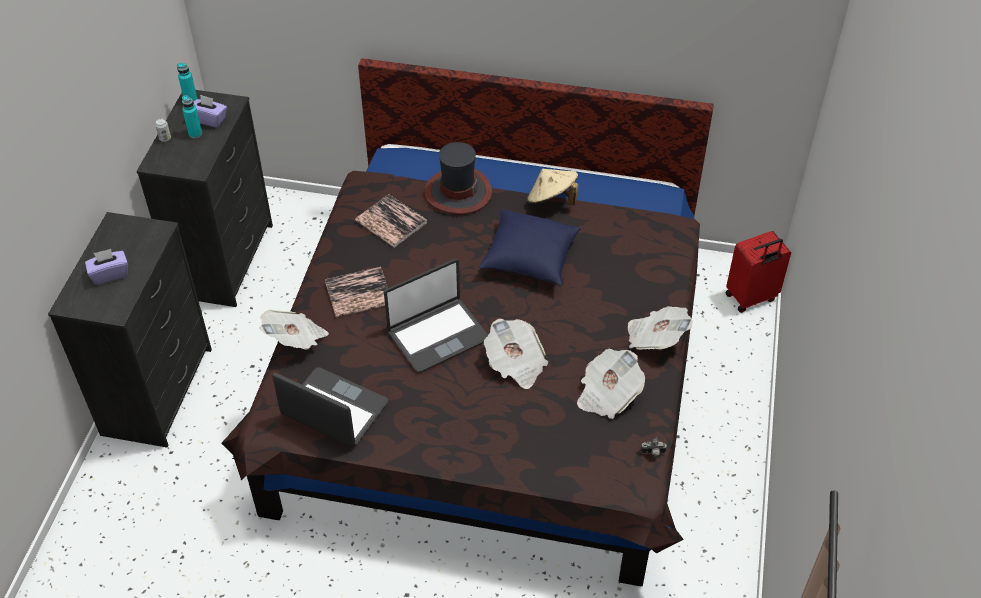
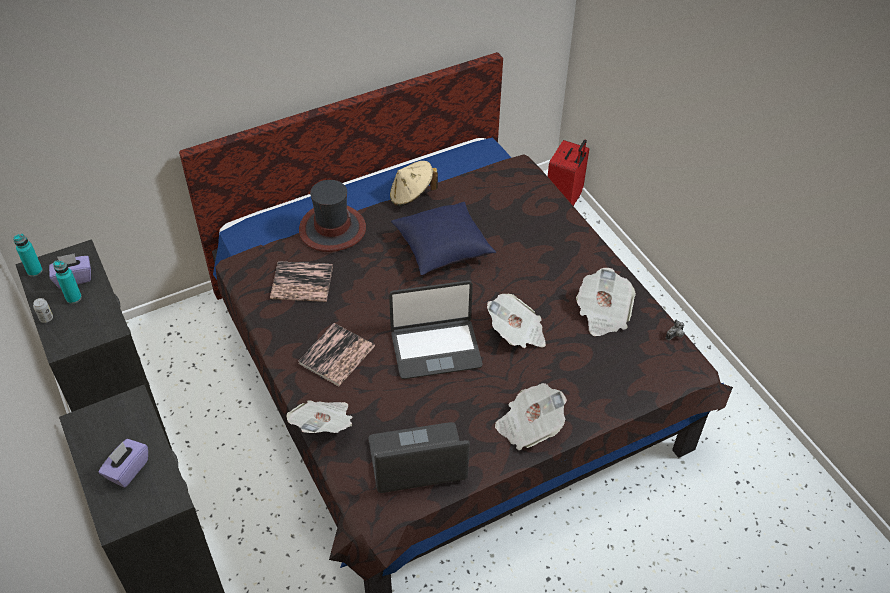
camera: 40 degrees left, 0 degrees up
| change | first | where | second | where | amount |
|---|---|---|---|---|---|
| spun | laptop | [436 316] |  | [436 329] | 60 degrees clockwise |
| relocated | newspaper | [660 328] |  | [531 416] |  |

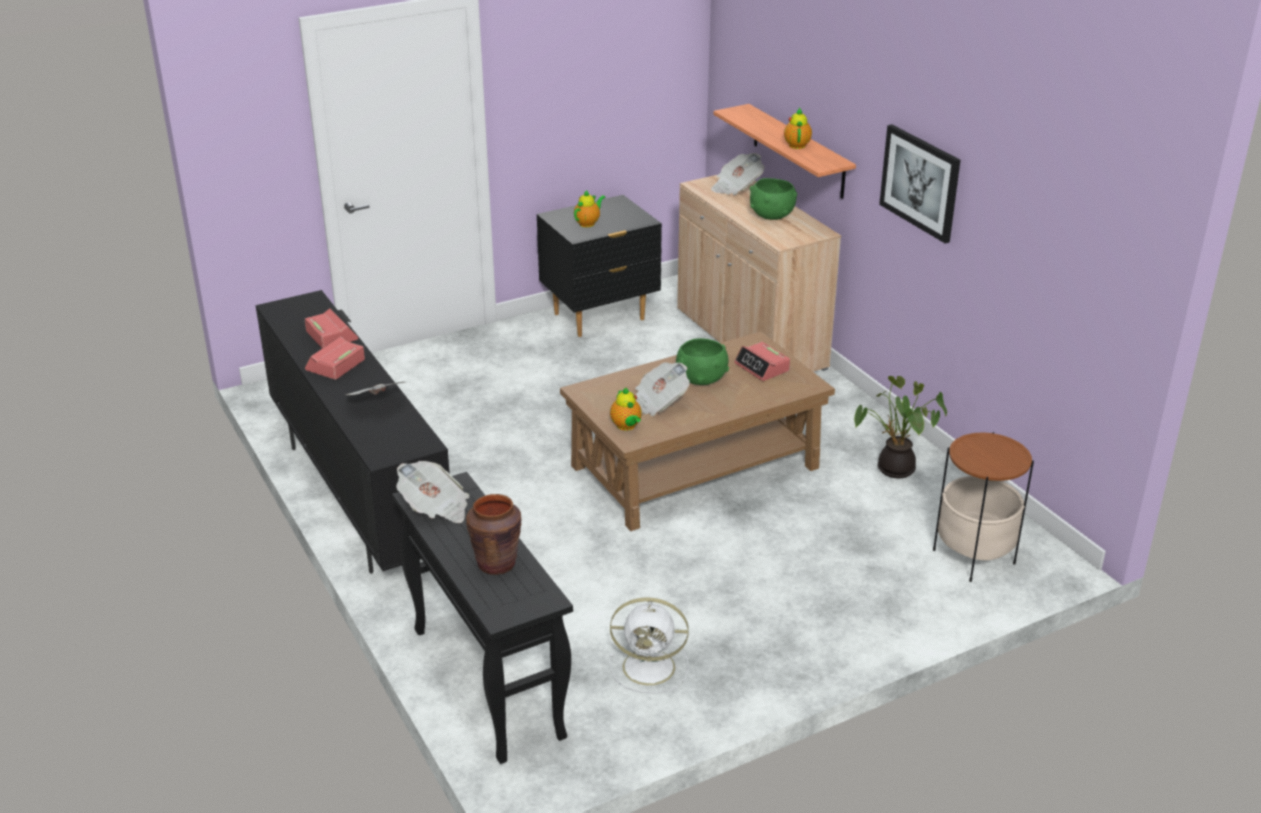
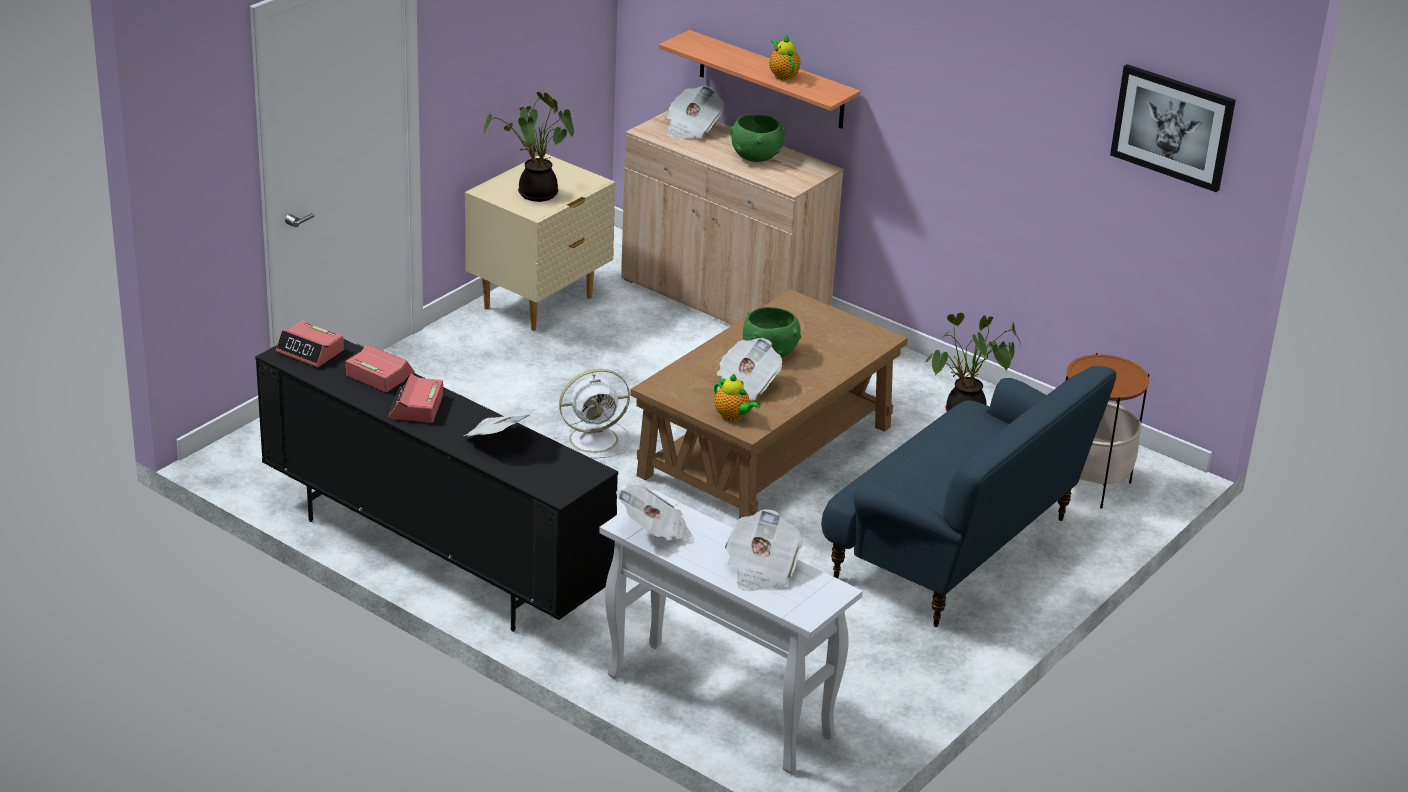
camera: 25 degrees left, 0 degrees up
| change | first | where | second | where | amount |
|---|---|---|---|---|---|
| relocated | picture | [920 183] |  | [1173 128] |  |
| exchanged | teapot | [590 208] | potted plant | [528 147] |  |
| colour | black nightstand | [599 266] | beige nightstand | [540 242] |  |
| relocated | alarm clock | [762 361] |  | [310 344] |  |
| colour | black console table | [482 618] | white console table | [731 631] |  |
| exchanged | brown vase | [494 534] | newspaper | [764 550] |  |
| relocated | white fan | [649 645] |  | [592 414] |  |
| appeared |  |  | blue sofa | [968 496] |  |

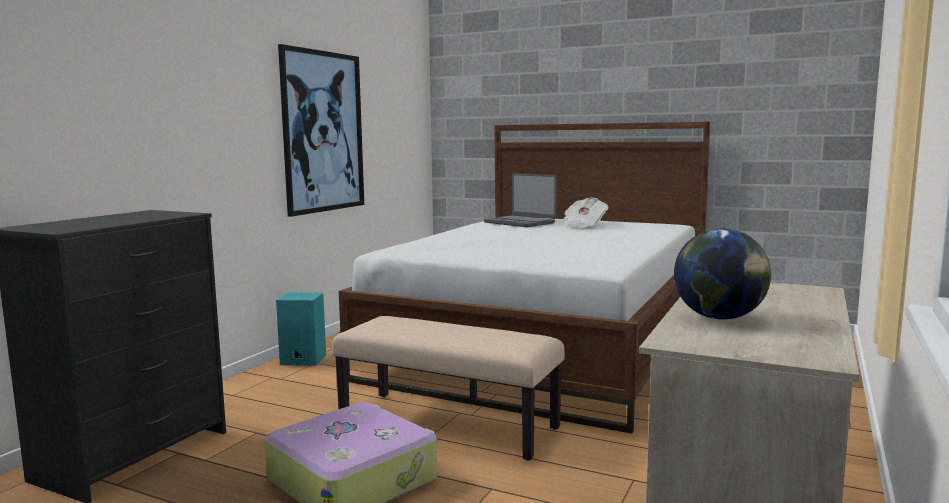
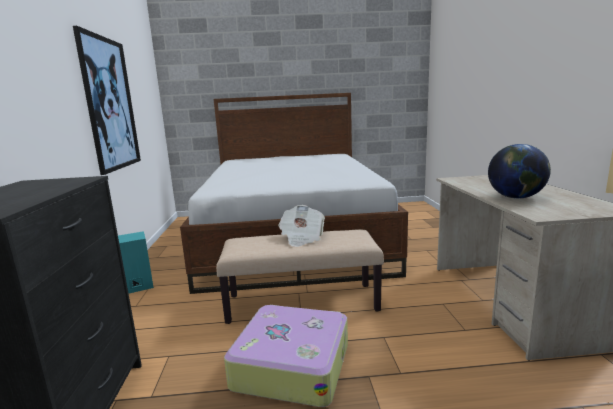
camera: 30 degrees left, 5 degrees up
| change | first | where | second | where | amount |
|---|---|---|---|---|---|
| missing | laptop | [520 200] |  |  |  |
| relocated | newspaper | [586 212] |  | [301 226] |  |

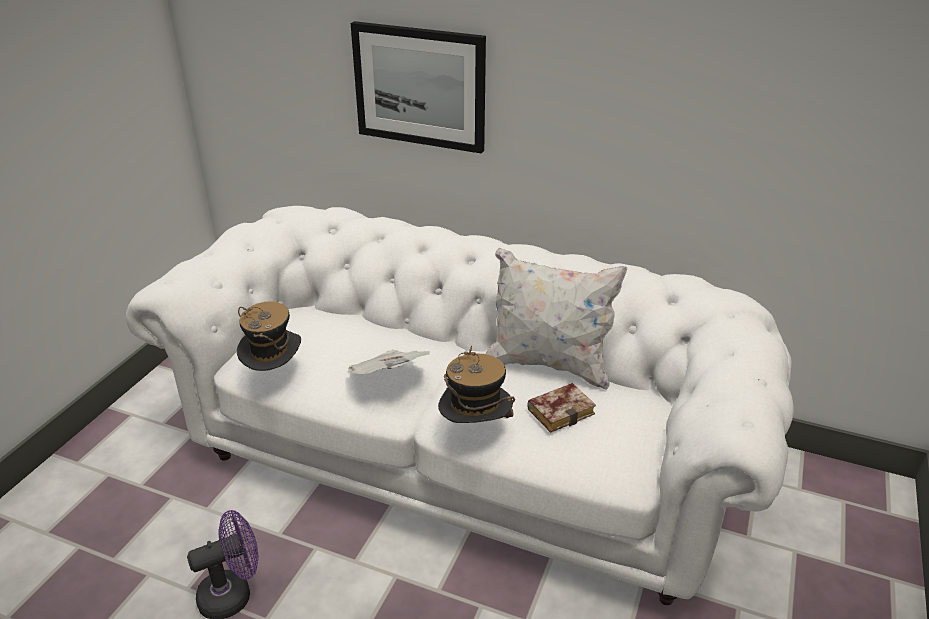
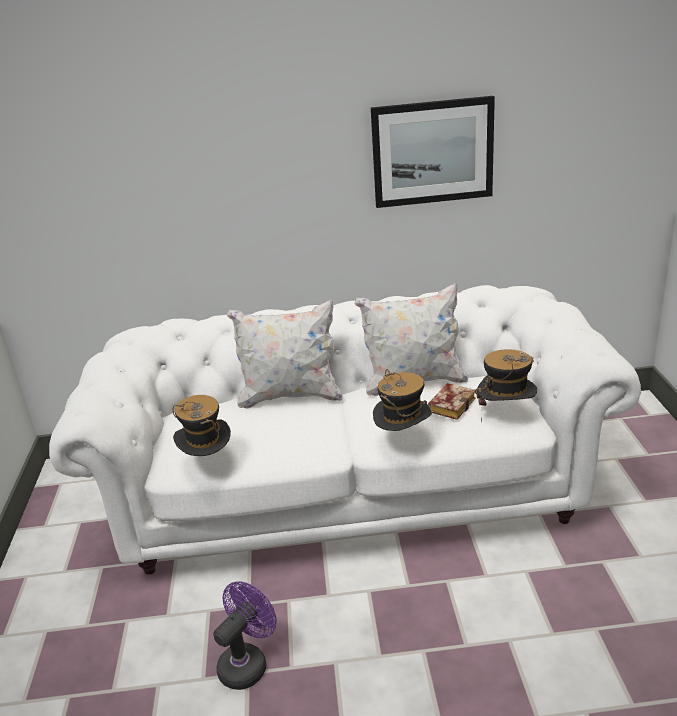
camera: 25 degrees left, 5 degrees down
| change | first | where | second | where | amount |
|---|---|---|---|---|---|
| relocated | picture | [418 87] |  | [433 152] |  |
| missing | newspaper | [389 362] |  |  |  |
| appeared |  |  | white pillow | [285 354] |  |
| appeared |  |  | hat | [506 386] |  |

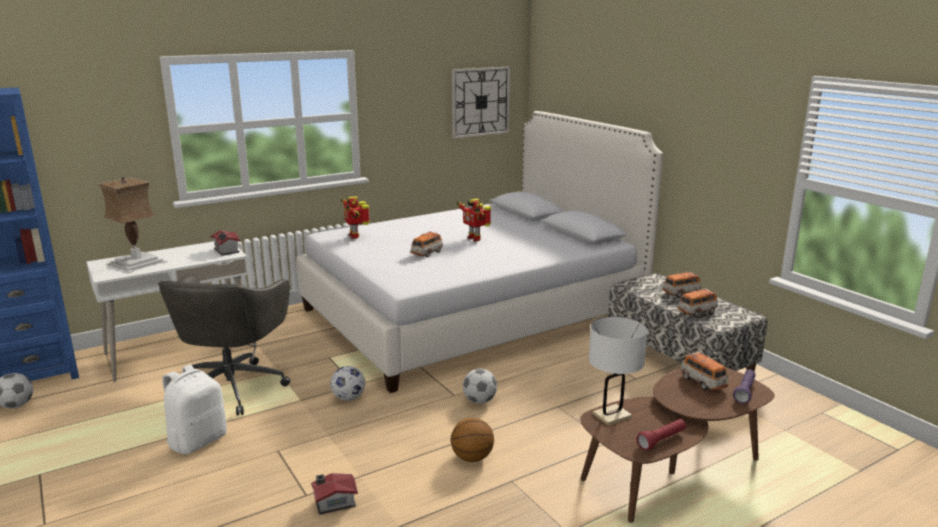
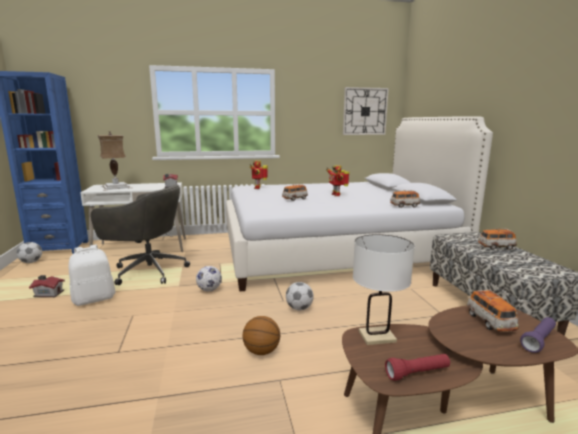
camera: 20 degrees right, 5 degrees down
| change | first | where | second | where | amount |
|---|---|---|---|---|---|
| spun | grey office chair | [224 345] |  | [140 235] | 105 degrees counterclockwise |
| relocated | toy car | [697 302] |  | [405 199] |  |
| relocated | toy house | [334 494] |  | [47 286] |  |

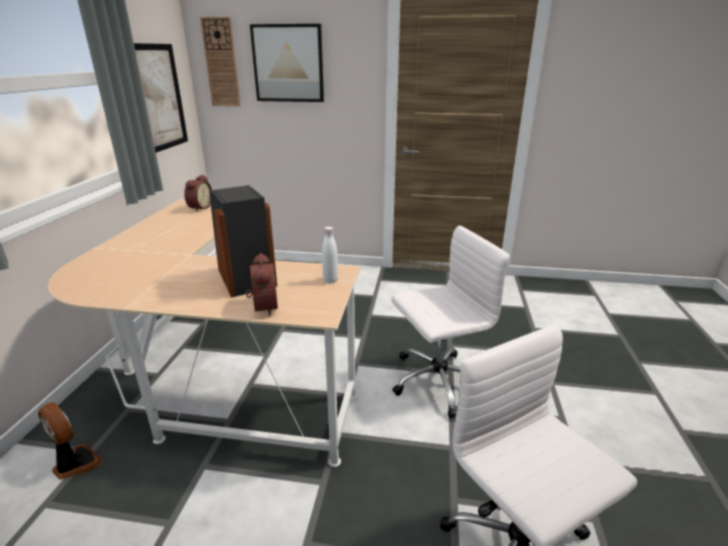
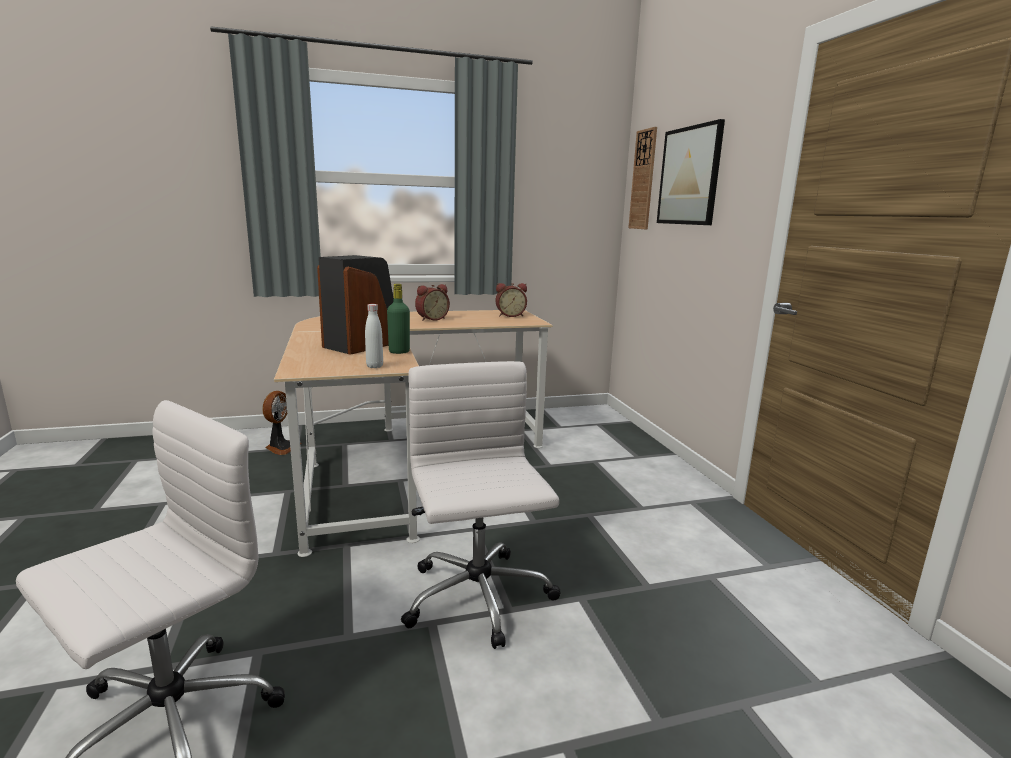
camera: 65 degrees right, 10 degrees down
| change | first | where | second | where | amount |
|---|---|---|---|---|---|
| missing | picture | [161 98] |  |  |  |
| spun | white office chair | [450 322] |  | [481 505] | 150 degrees counterclockwise |
| relocated | alarm clock | [262 284] |  | [432 302] |  |
| appeared |  |  | green bottle | [398 319] |  |

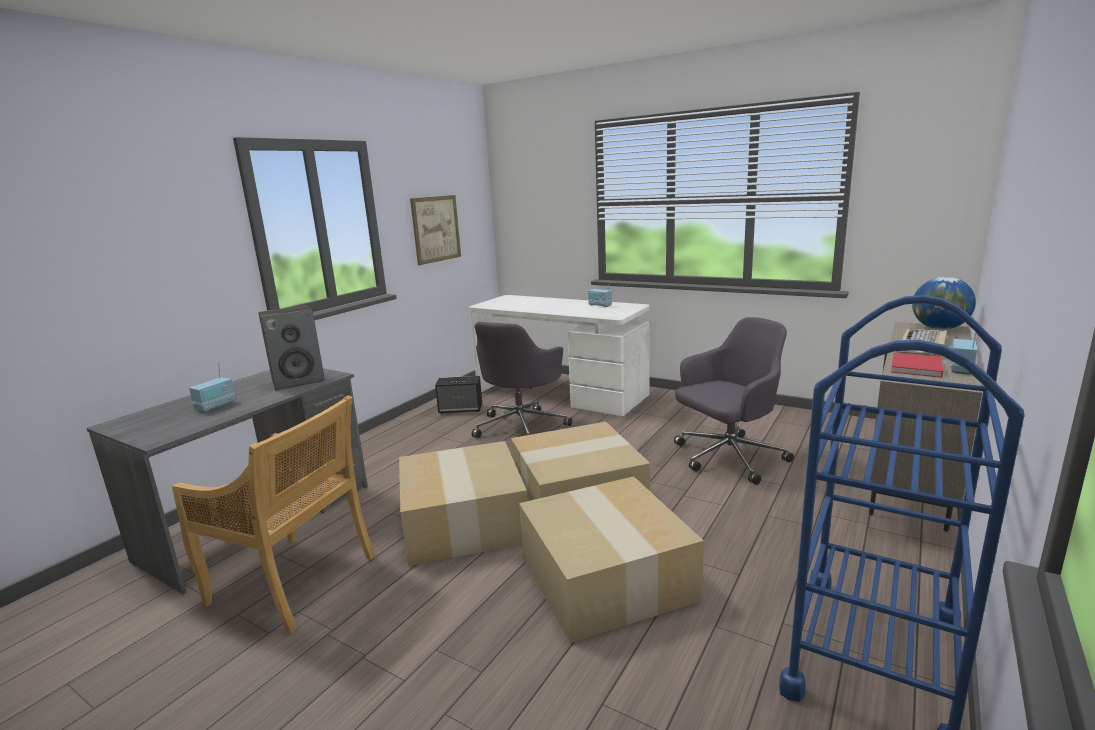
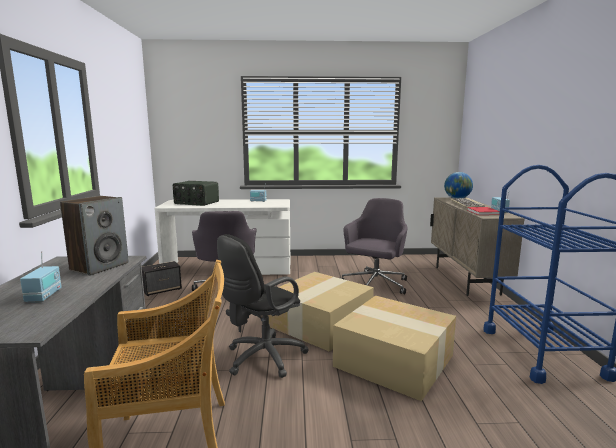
camera: 35 degrees left, 5 degrees down
| change | first | where | second | where | amount |
|---|---|---|---|---|---|
| missing | picture | [435 230] |  |  |  |
| exchanged | cardboard box | [463 503] | black office chair | [263 306] |  |
| appeared |  |  | radio | [196 193] |  |

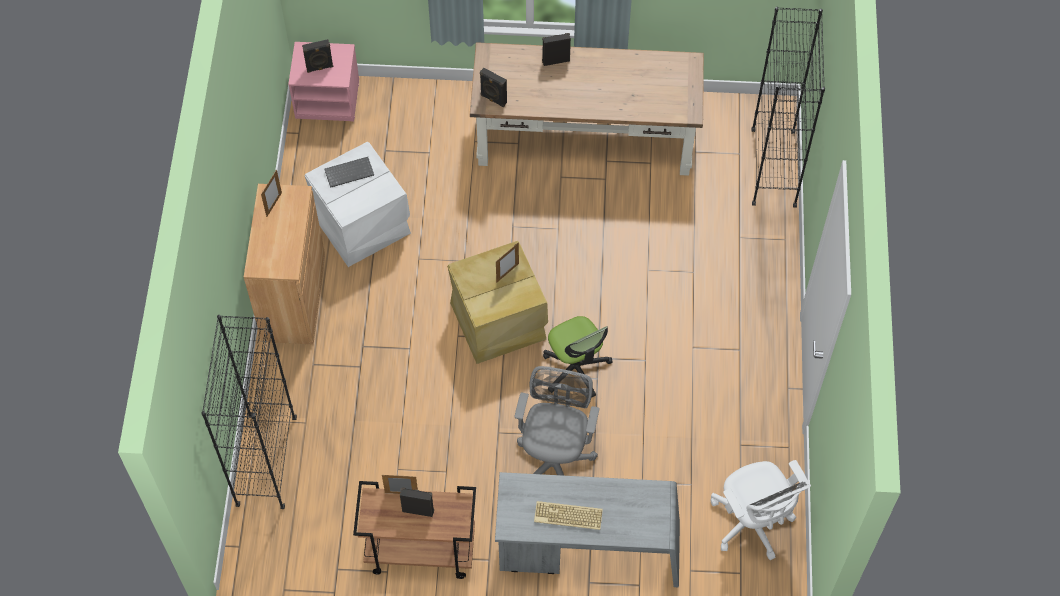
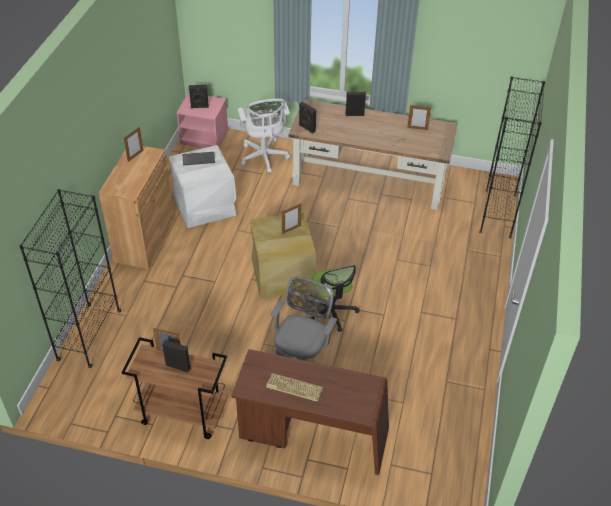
camera: 10 degrees right, 15 degrees down
| change | first | where | second | where | amount |
|---|---|---|---|---|---|
| relocated | white office chair | [761 510] |  | [264 136] |  |
| colour | grey desk | [587 529] | brown desk | [310 412] |  |
| appeared |  |  | picture frame | [419 117] |  |

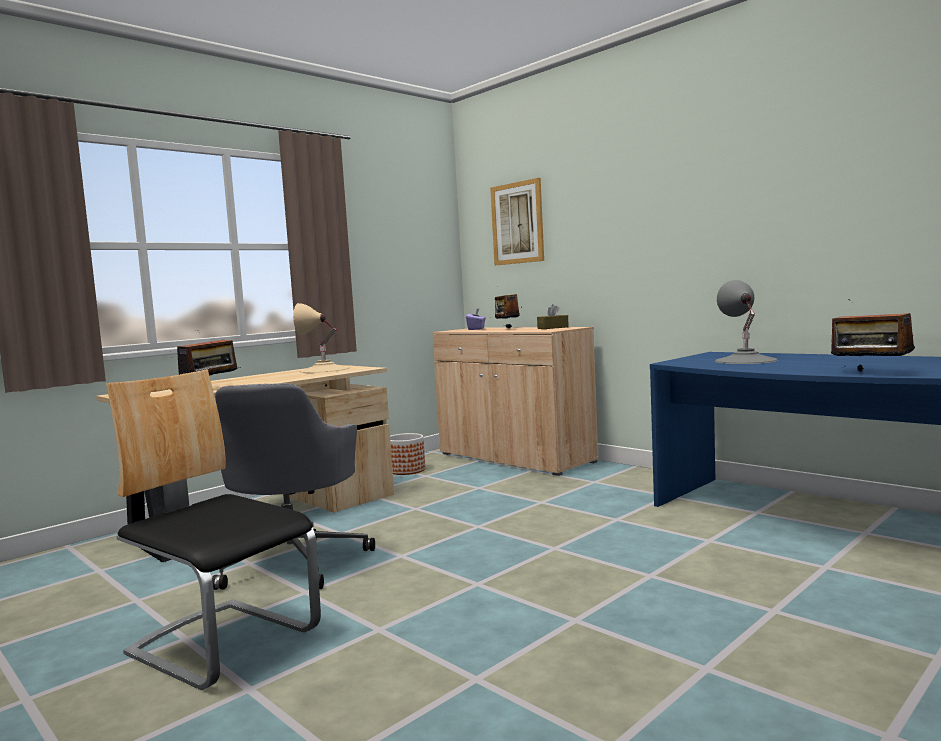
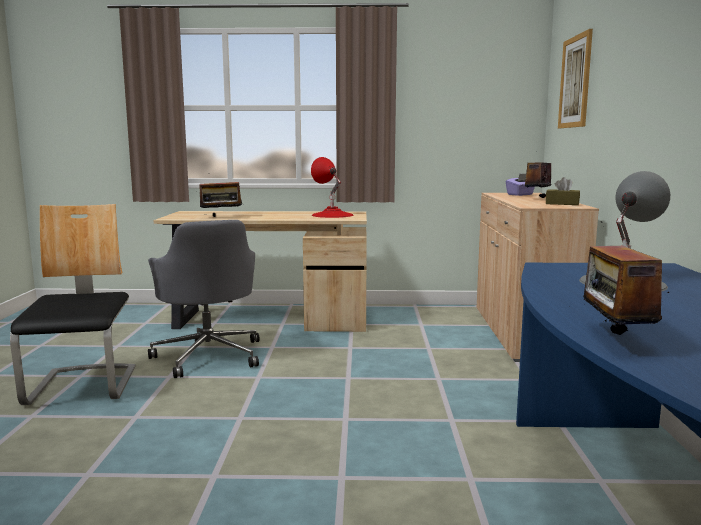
camera: 45 degrees right, 5 degrees up
| change | first | where | second | where | amount |
|---|---|---|---|---|---|
| colour | beige table lamp | [321 338] | red table lamp | [332 187] |  |
| spun | grey office chair | [293 486] |  | [204 299] | 75 degrees counterclockwise |
| missing | planter | [407 454] |  |  |  |

